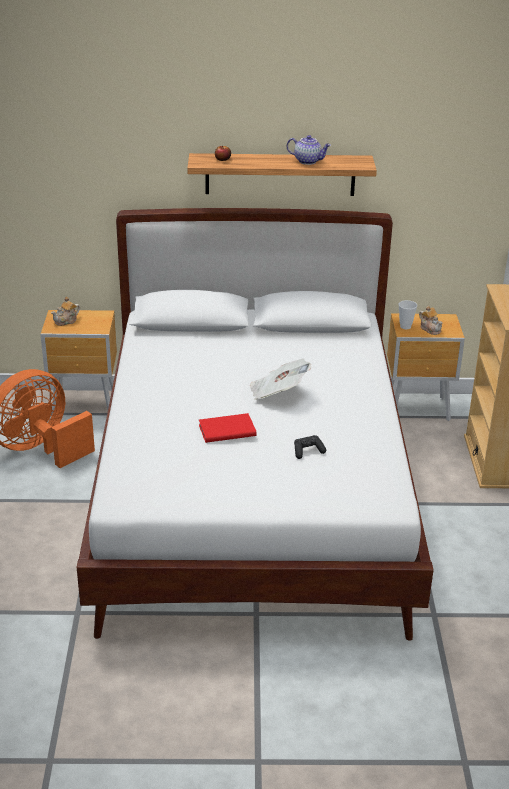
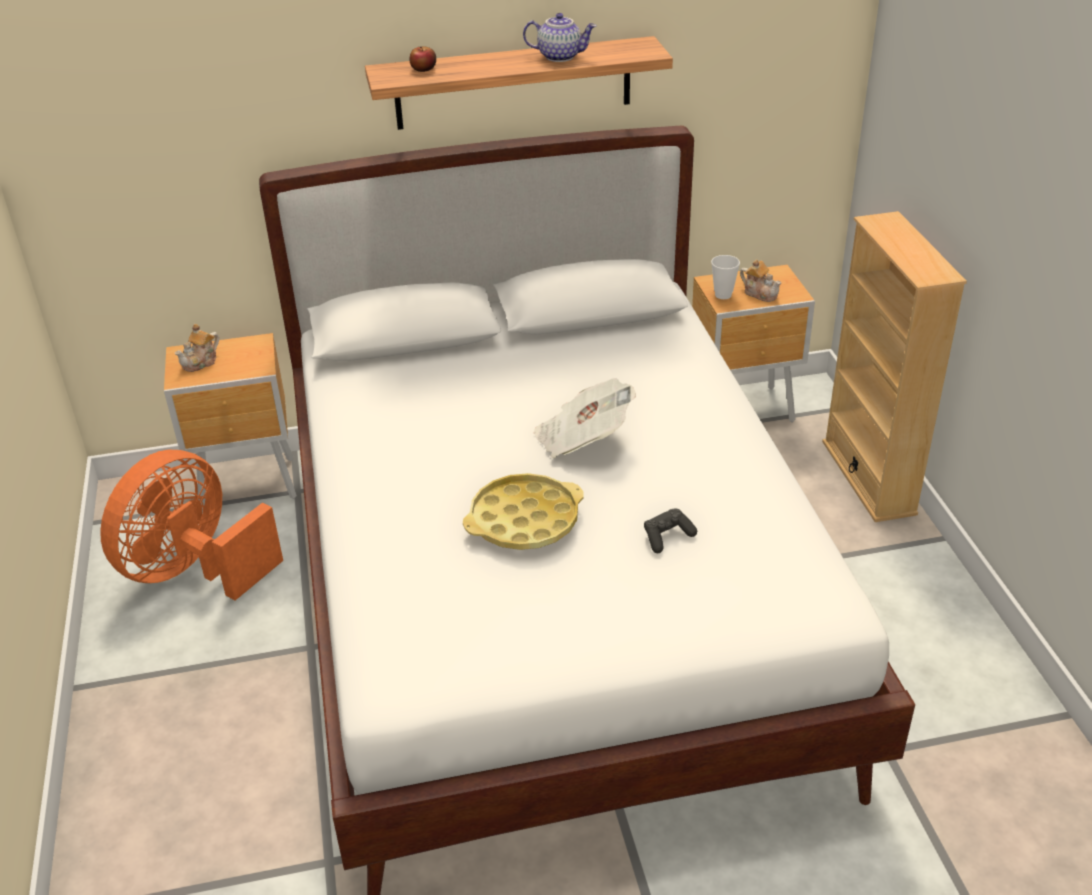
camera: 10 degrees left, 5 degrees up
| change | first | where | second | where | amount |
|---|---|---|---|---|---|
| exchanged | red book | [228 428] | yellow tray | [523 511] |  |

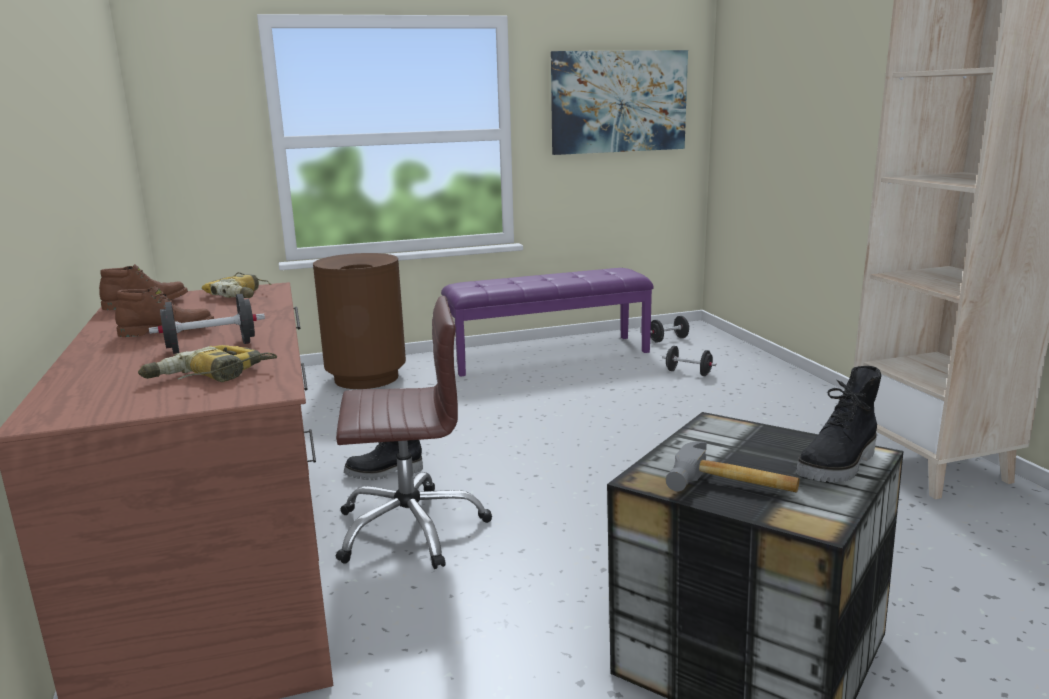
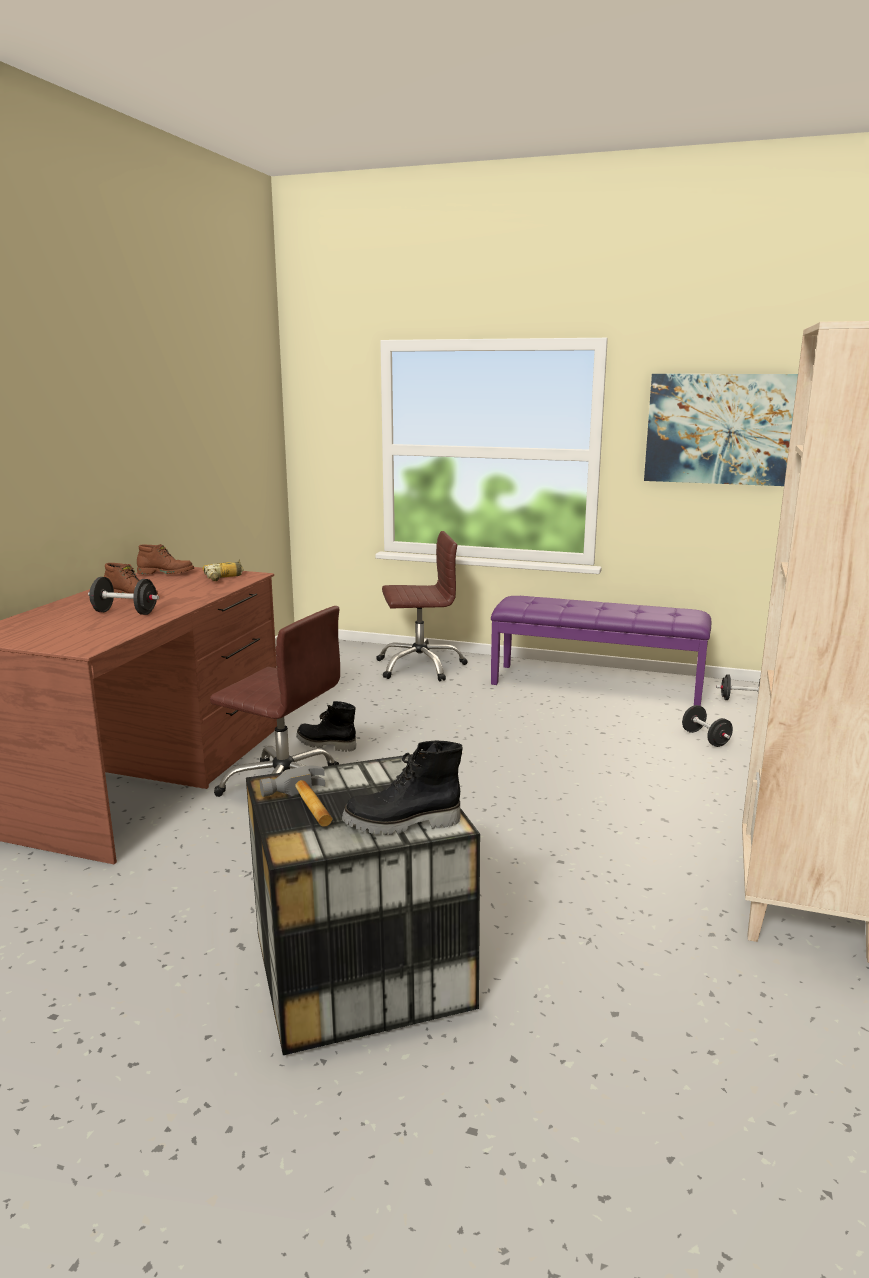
camera: 35 degrees right, 0 degrees up
| change | first | where | second | where | amount |
|---|---|---|---|---|---|
| exchanged | brown trash can | [359 321] | brown office chair | [422 606] |  |
| missing | power drill | [207 363] |  |  |  |

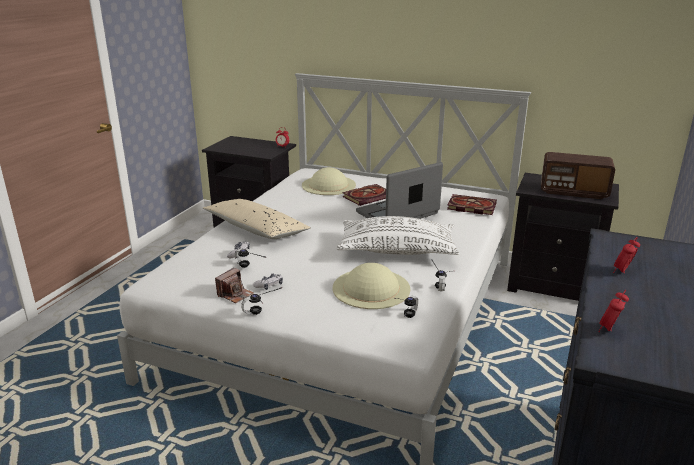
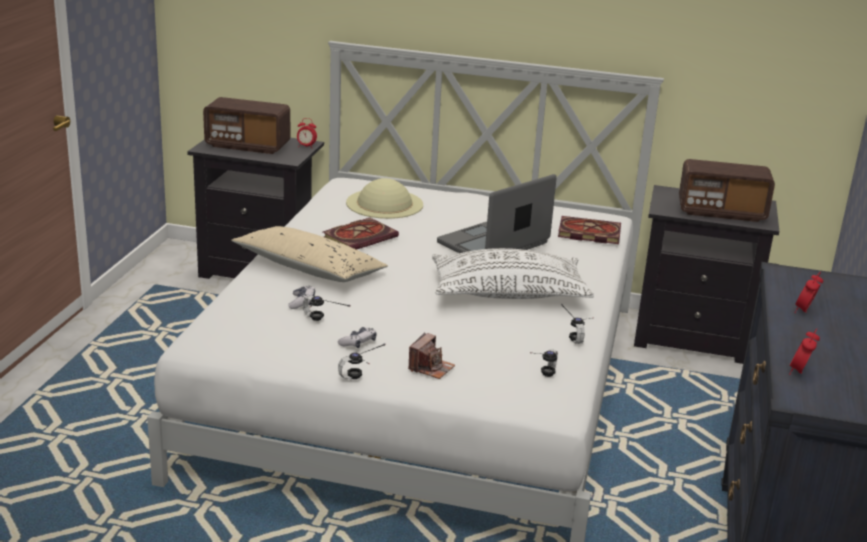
camera: 10 degrees left, 0 degrees up
| change | first | where | second | where | amount |
|---|---|---|---|---|---|
| relocated | book | [364 195] |  | [361 234] |  |
| missing | beige hat | [372 286] |  |  |  |
| relocated | photo camera | [234 285] |  | [431 356] |  |
| appeared |  |  | radio | [246 125] |  |

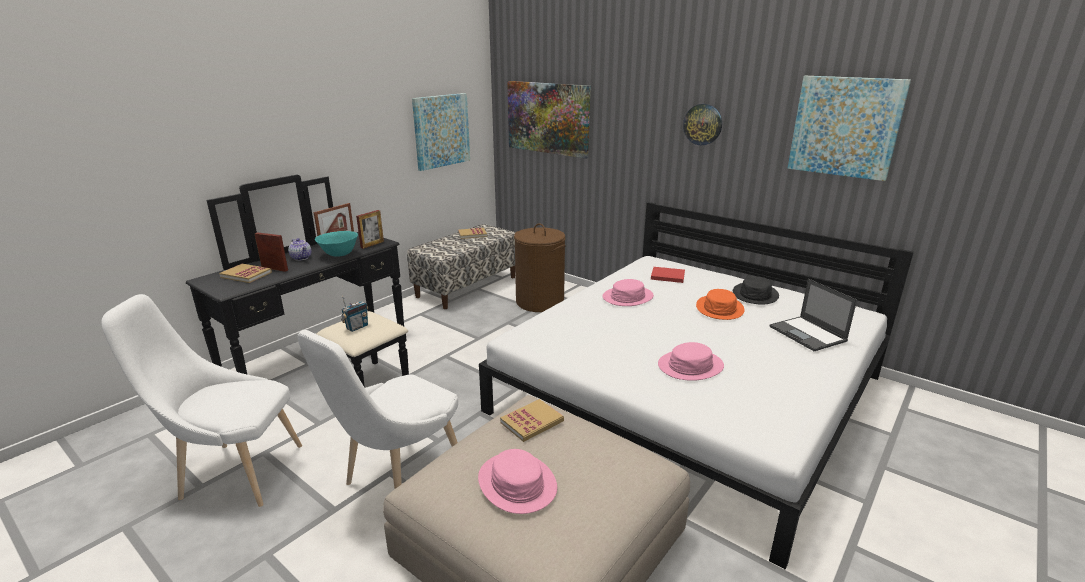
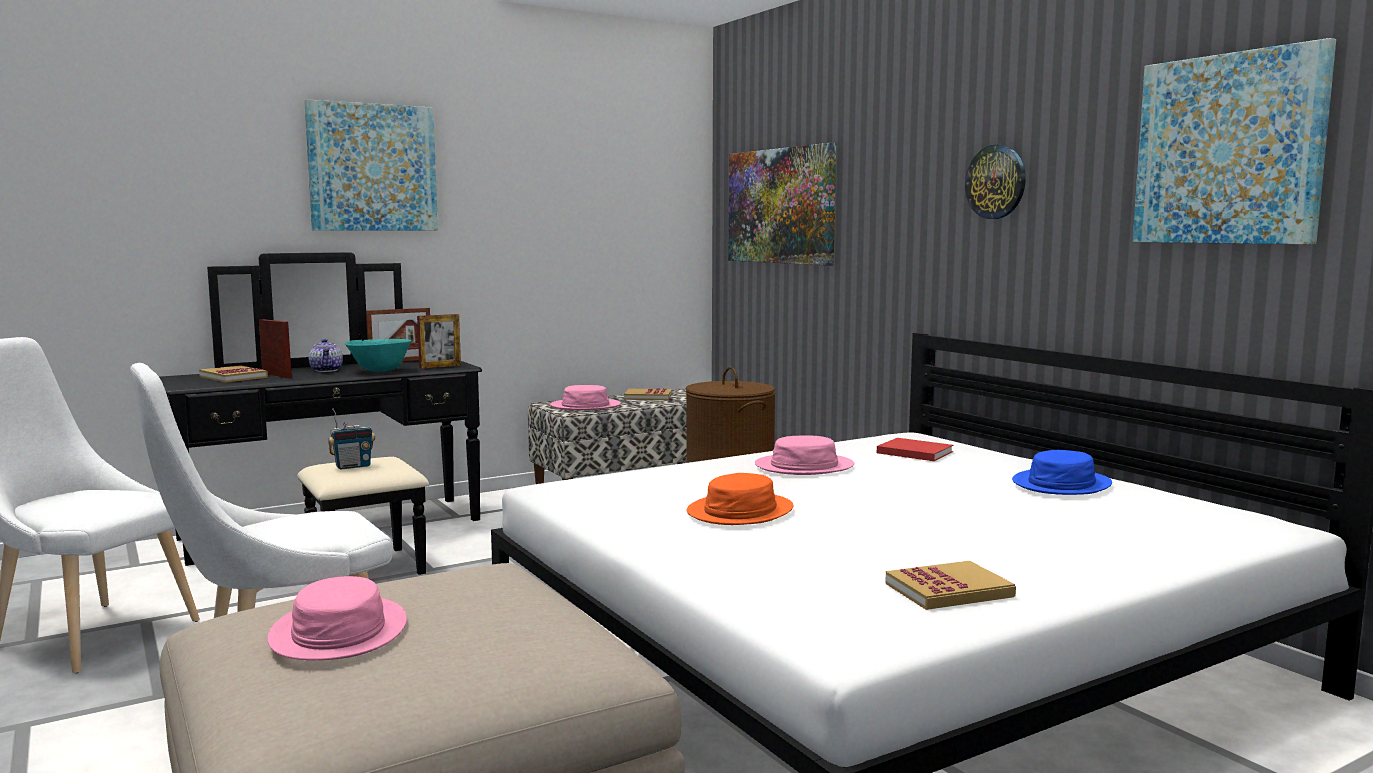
camera: 20 degrees right, 15 degrees down
| change | first | where | second | where | amount |
|---|---|---|---|---|---|
| relocated | picture | [441 132] |  | [371 165] |  |
| colour | black hat | [756 290] | blue hat | [1062 472] |  |
| missing | laptop | [813 315] |  |  |  |
| relocated | orange hat | [720 304] |  | [740 499] |  |
| relocated | pink hat | [691 361] |  | [585 397] |  |
| relocated | book | [532 420] |  | [950 585] |  |

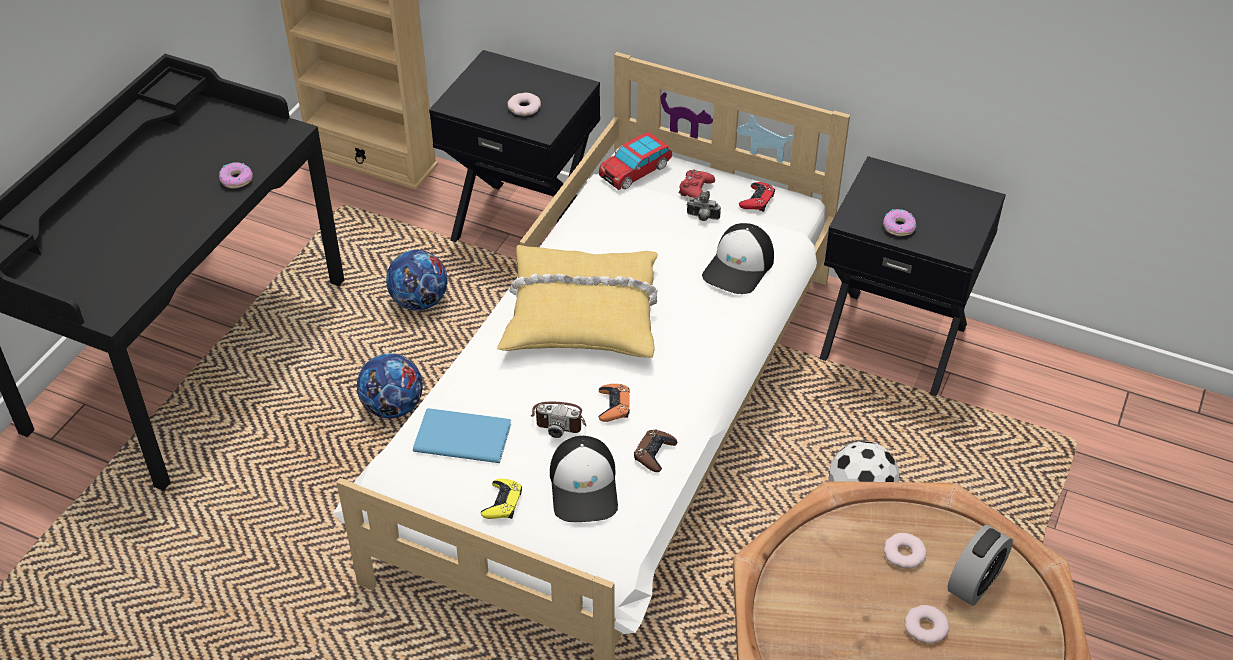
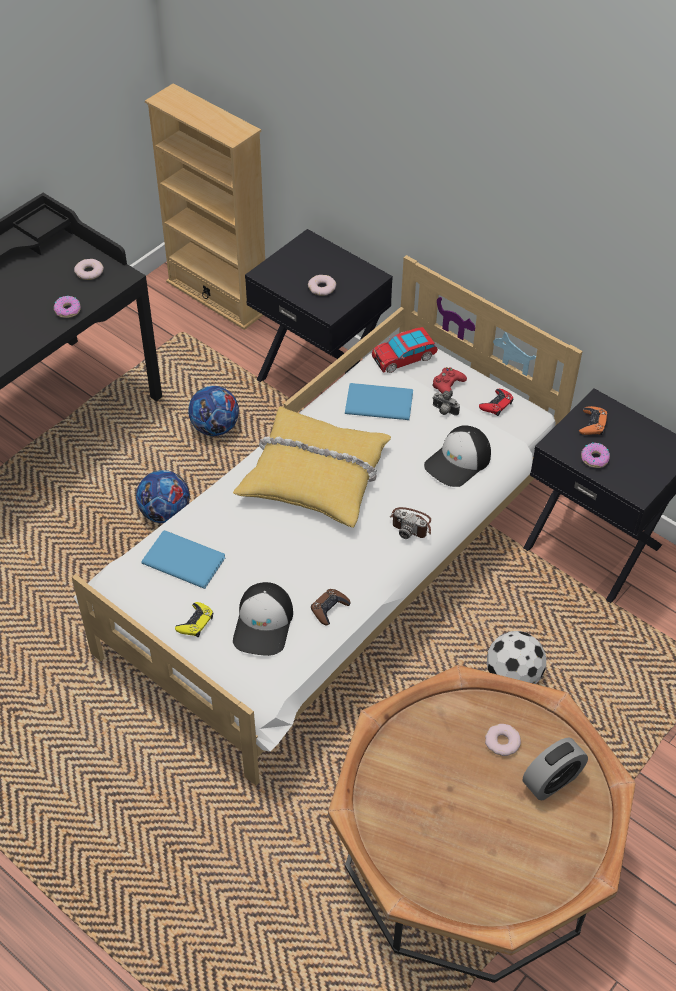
camera: 15 degrees right, 5 degrees up
| change | first | where | second | where | amount |
|---|---|---|---|---|---|
| relocated | orange game controller | [614 403] |  | [593 420] |  |
| relocated | photo camera | [558 420] |  | [410 523] |  |
| relocated | donut | [926 624] |  | [89 269] |  |
| appeared |  |  | blue book | [379 401] |  |

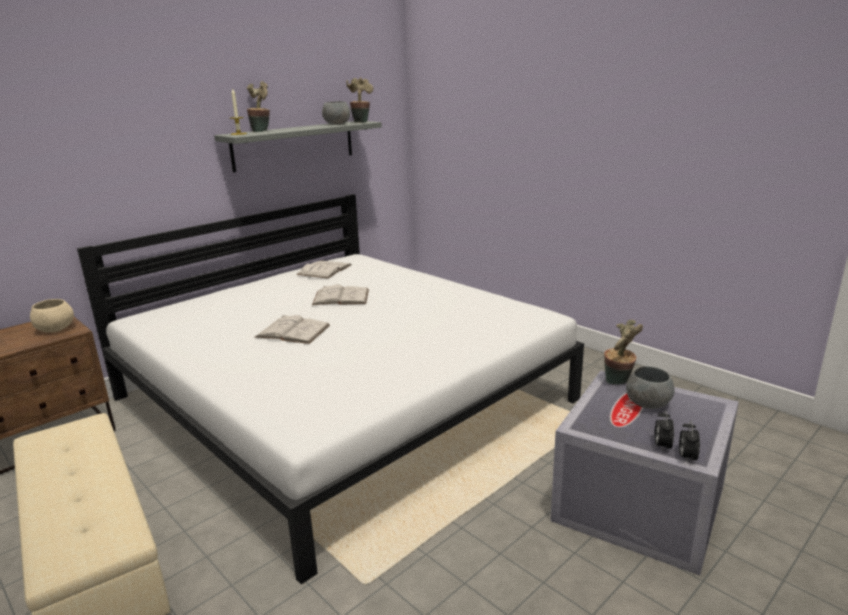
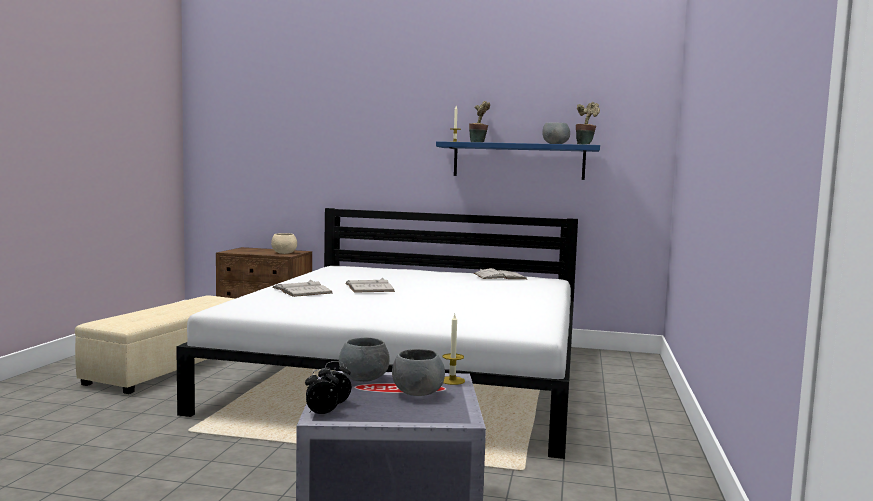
camera: 55 degrees right, 15 degrees down
| change | first | where | second | where | amount |
|---|---|---|---|---|---|
| colour | grey shelf | [298 146] | blue shelf | [518 160] |  |
| relocated | white book | [340 294] |  | [302 288] |  |
| exchanged | potted plant | [623 352] | candle | [453 349] |  |
| appeared |  |  | grey bowl | [364 359] |  |

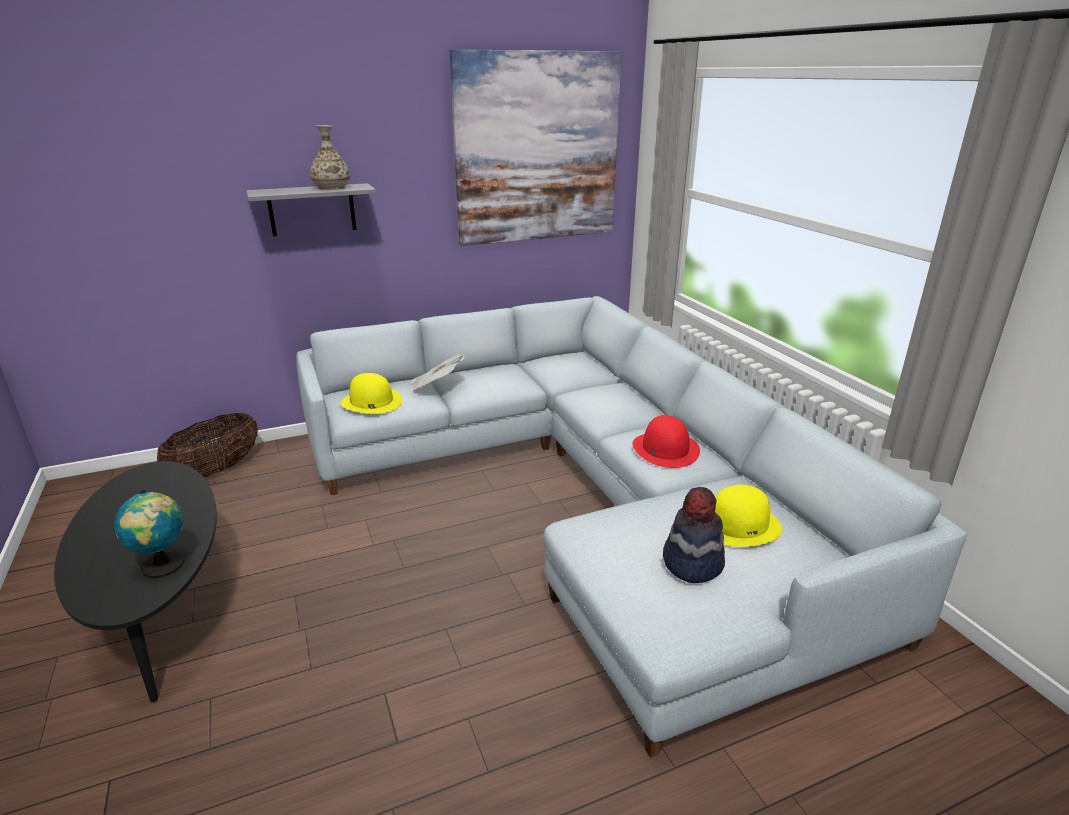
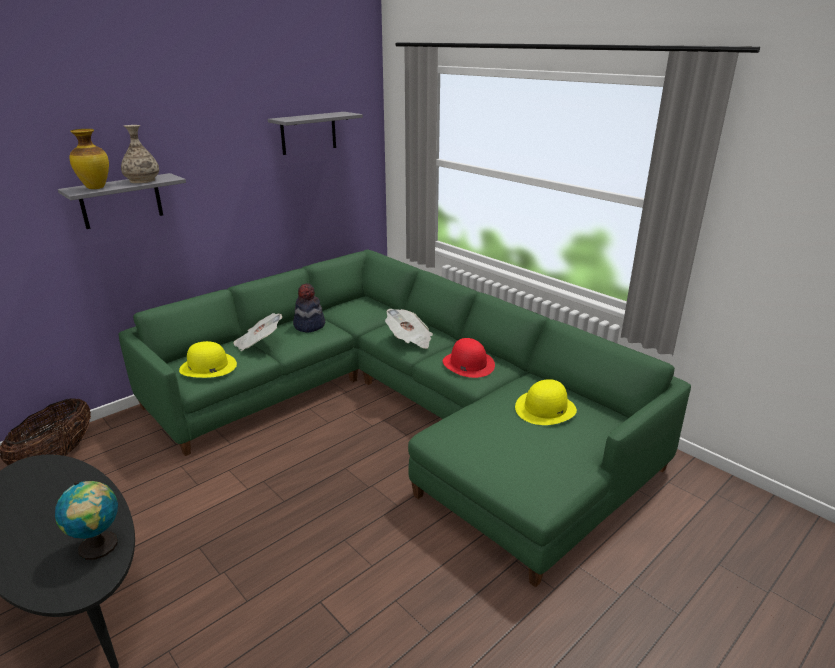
camera: 20 degrees left, 0 degrees up
| change | first | where | second | where | amount |
|---|---|---|---|---|---|
| exchanged | picture | [536 147] | grey shelf | [315 133] |  |
| colour | grey sofa | [631 527] | green sofa | [405 418] |  |
| relocated | hat | [694 535] |  | [309 308] |  |
| appeared |  |  | vase | [89 159] |  |
| appeared |  |  | newspaper | [409 329] |  |

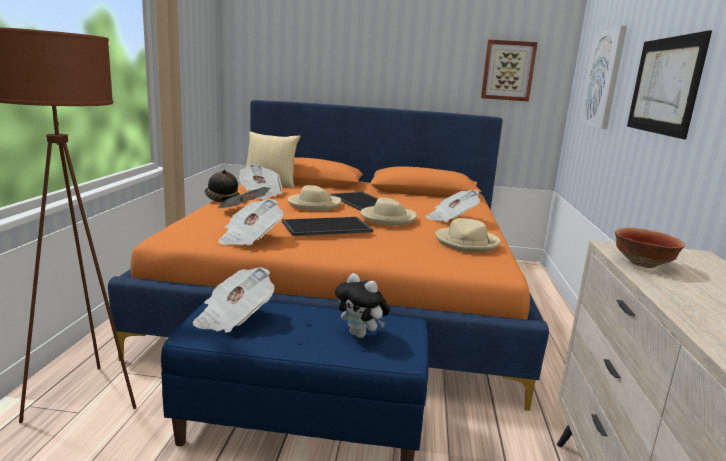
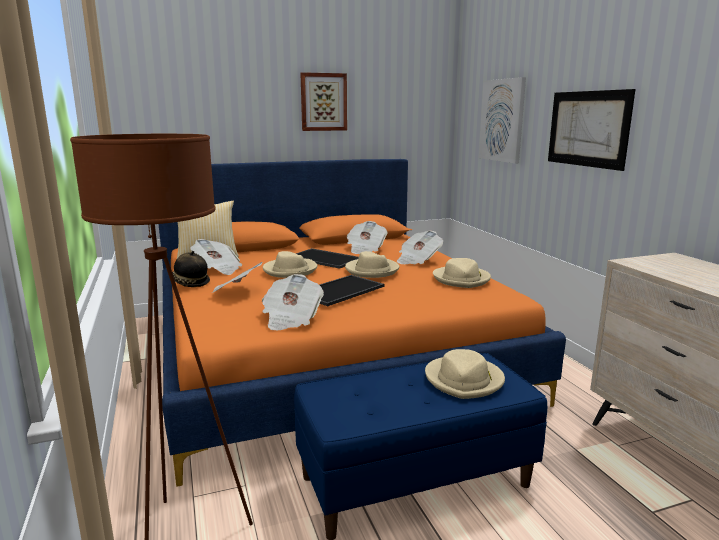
camera: 25 degrees left, 0 degrees up
| change | first | where | second | where | amount |
|---|---|---|---|---|---|
| relocated | picture | [509 70] |  | [323 101] |  |
| missing | bowl | [650 248] |  |  |  |
| relocated | newspaper | [234 300] |  | [367 237] |  |
| exchanged | plush toy | [362 305] | beige hat | [465 374] |  |

